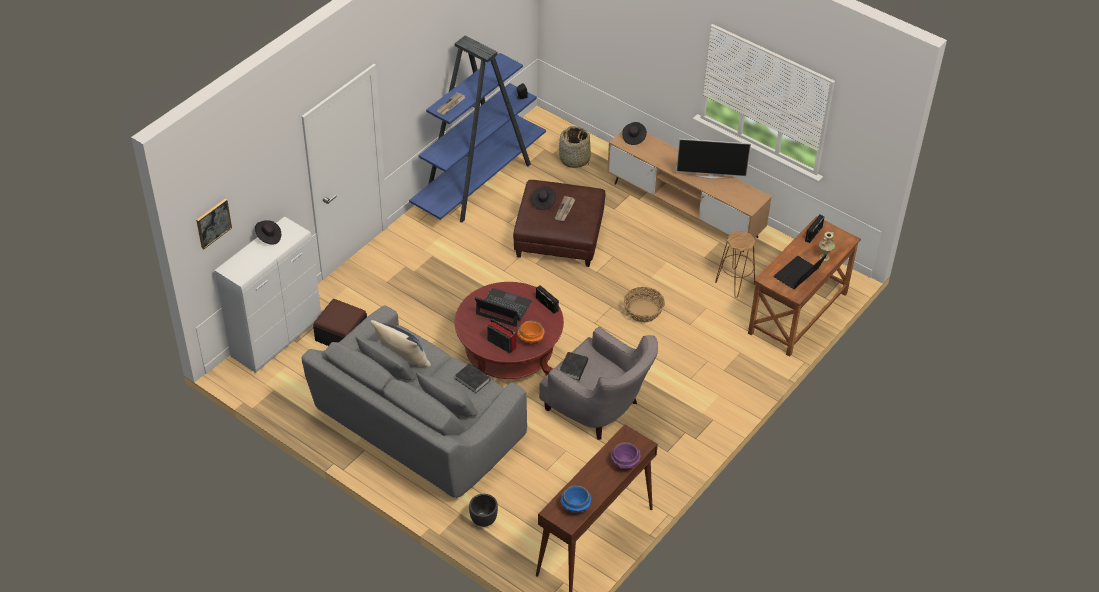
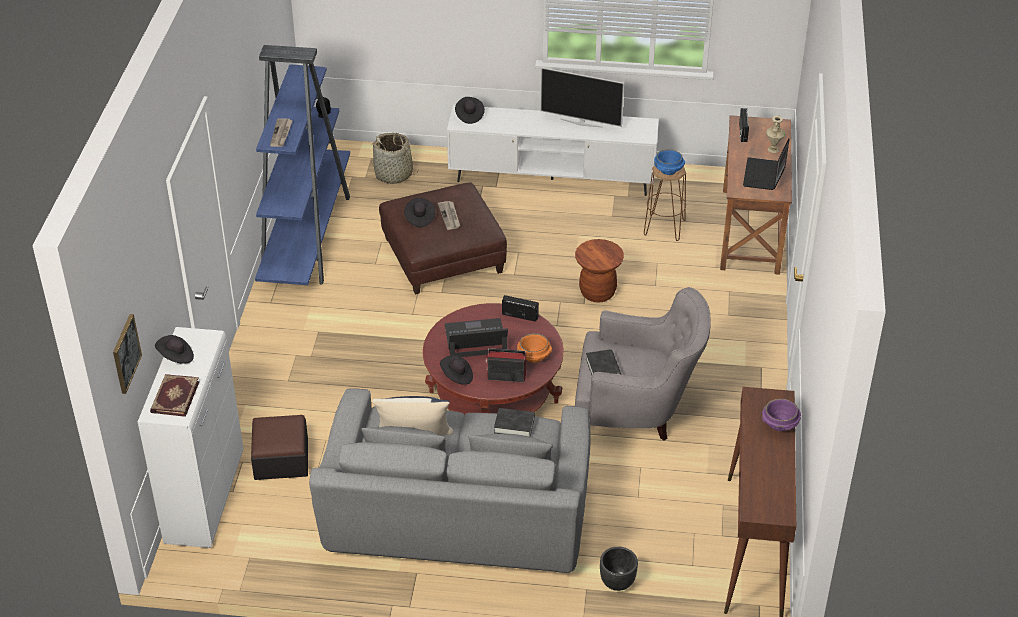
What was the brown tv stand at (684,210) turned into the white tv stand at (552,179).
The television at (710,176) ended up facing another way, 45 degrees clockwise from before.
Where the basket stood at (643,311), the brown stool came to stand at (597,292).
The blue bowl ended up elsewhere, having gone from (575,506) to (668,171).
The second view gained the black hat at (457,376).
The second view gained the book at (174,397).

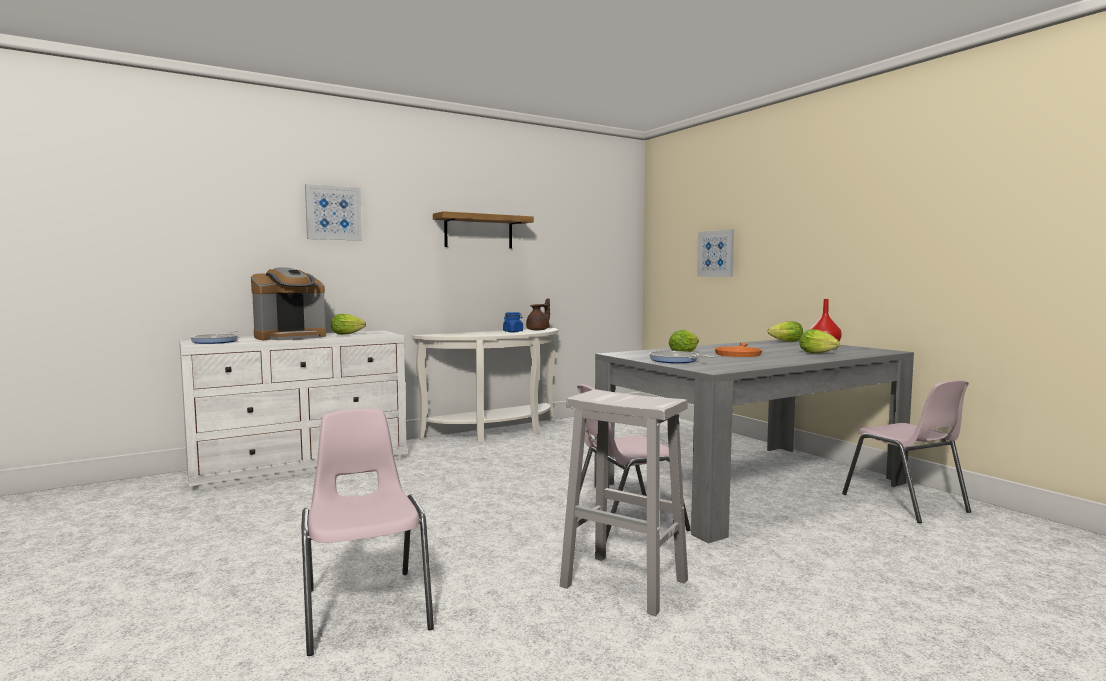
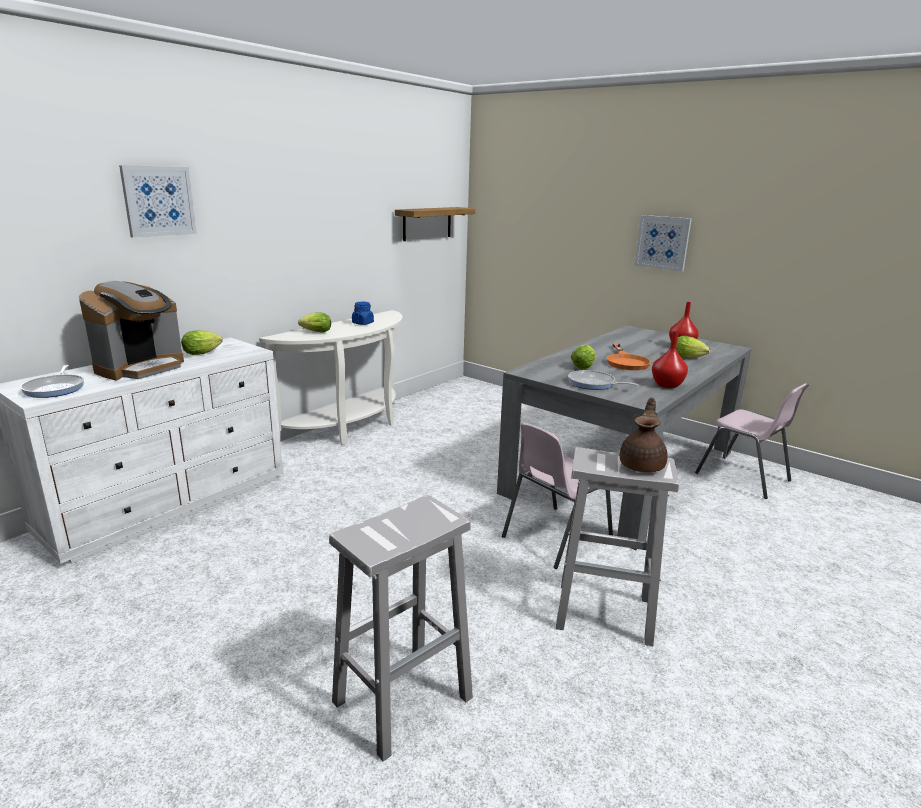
The shelf ended up elsewhere, having gone from (478,232) to (427,223).
The picture ended up elsewhere, having gone from (716,253) to (662,242).
The brown teapot ended up elsewhere, having gone from (539,330) to (642,465).
The lettuce ended up elsewhere, having gone from (784,341) to (315,332).
Where the pink chair stood at (366,608), the white stool came to stand at (404,698).
The second view gained the red vase at (668,385).

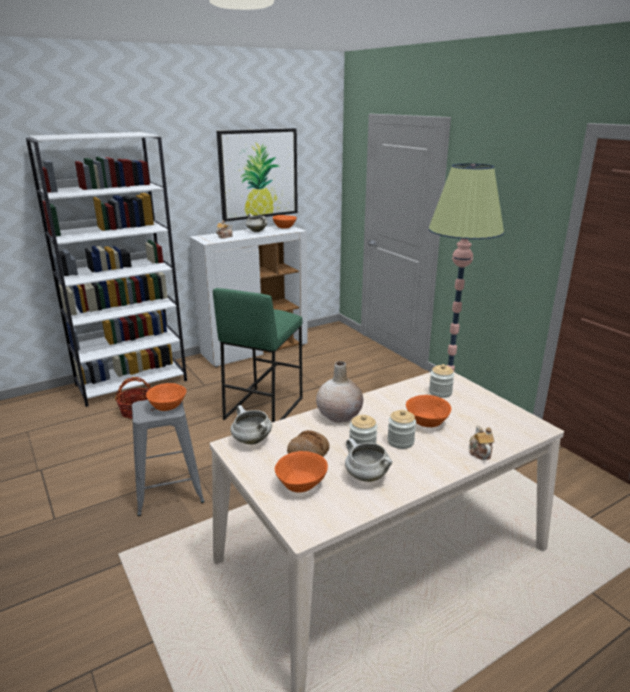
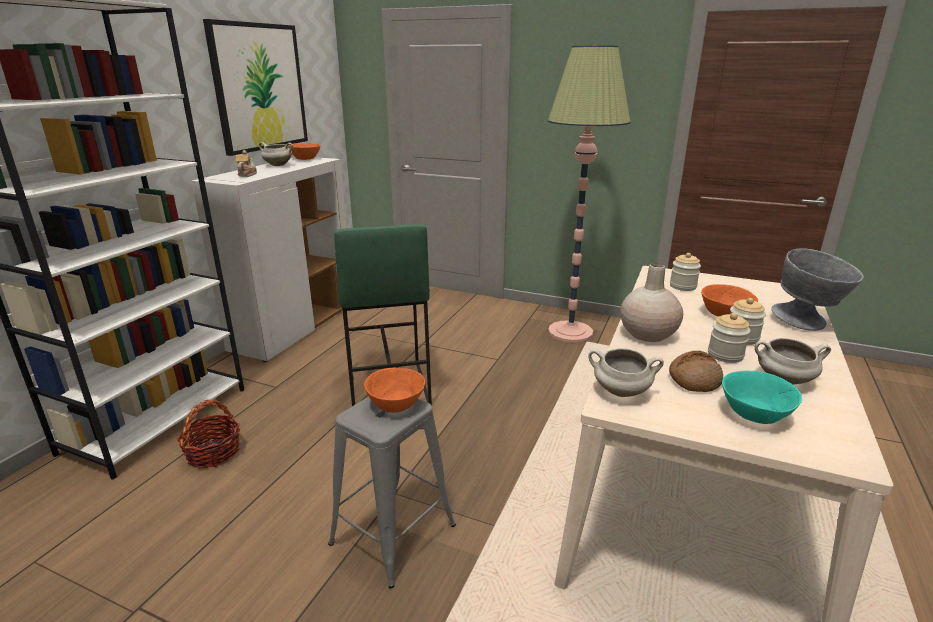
Where the teapot stood at (479,452), the grey bowl came to stand at (807,323).
What was the orange bowl at (301,484) turned into the turquoise bowl at (753,414).

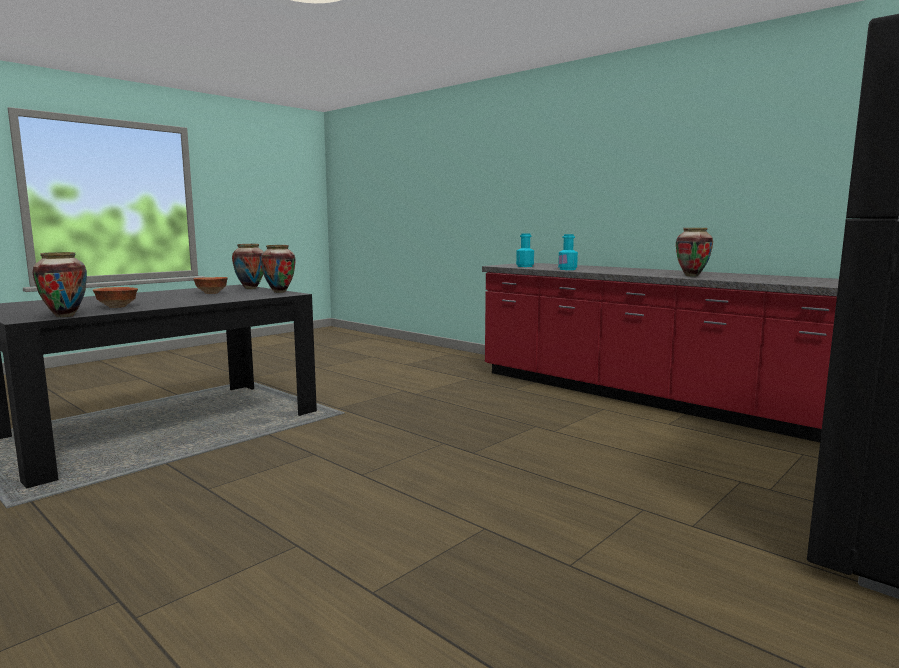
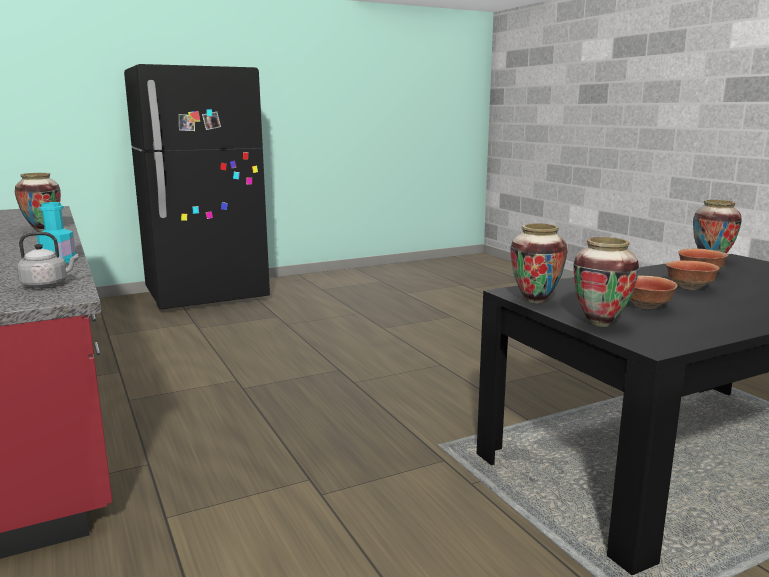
Where the turquoise bottle stood at (525,266), the grey kettle came to stand at (47,285).
The second view gained the bowl at (688,287).

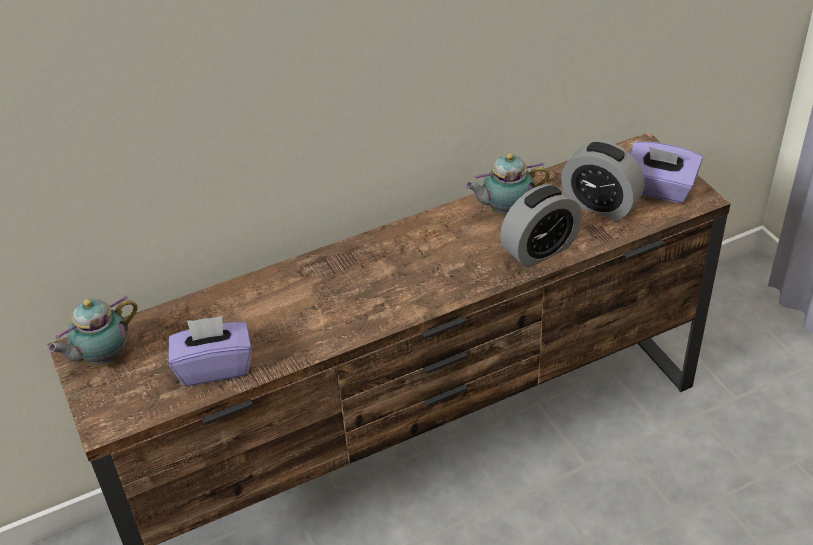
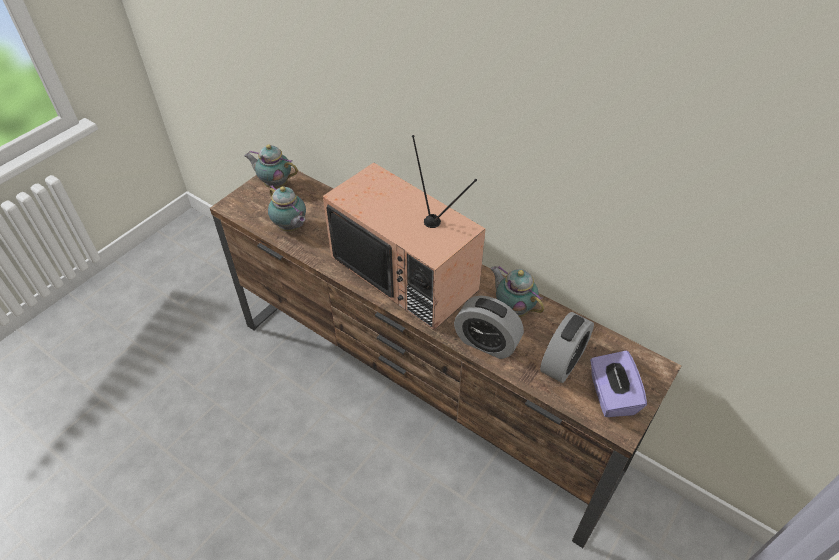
The alarm clock at (600,205) ended up facing another way, 150 degrees counterclockwise from before.
Where the purple tissue box stood at (214,367), the teapot came to stand at (291,228).
The second view gained the television at (407,273).

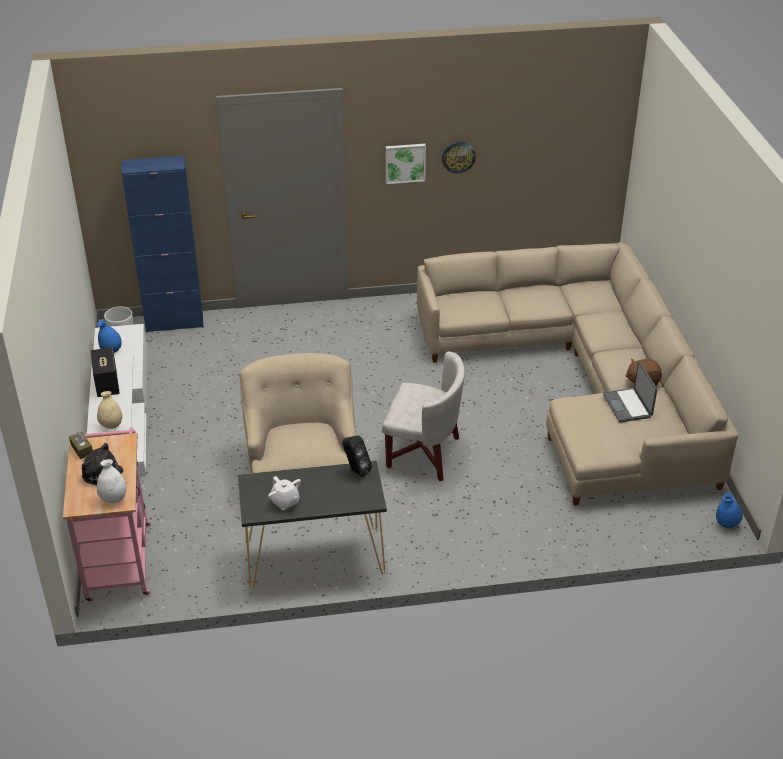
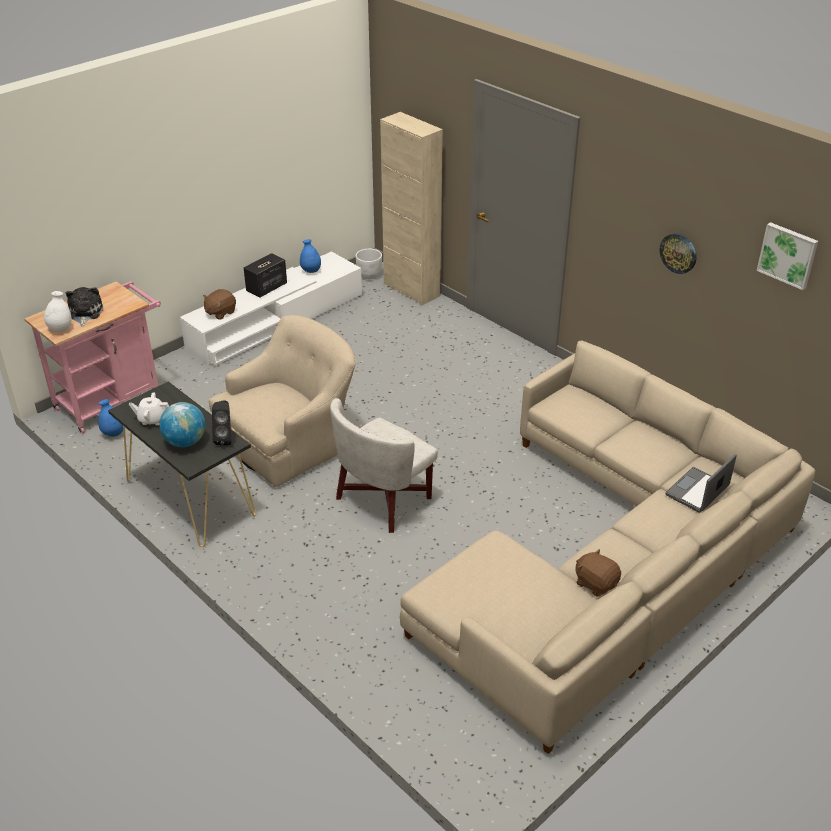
The picture ended up elsewhere, having gone from (405,162) to (788,255).
What was the blue cabinet at (174,323) turned into the beige cabinet at (411,290).
The white armchair at (424,454) ended up facing another way, 60 degrees clockwise from before.
The laptop ended up elsewhere, having gone from (628,406) to (698,491).
Where the beige vase stood at (111,425), the brown plush toy came to stand at (220,312).
The second view lost the brown tissue box at (82,449).
The white teapot at (285,502) ended up facing another way, 75 degrees clockwise from before.
The blue vase ended up elsewhere, having gone from (726,524) to (113,433).
The second view gained the globe at (185,441).

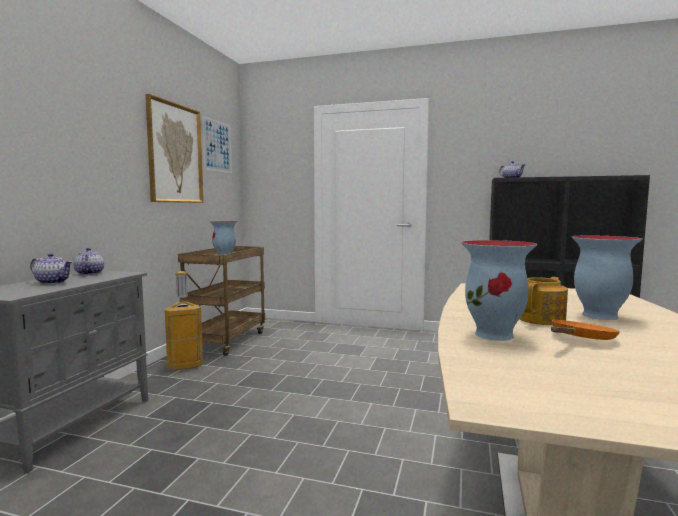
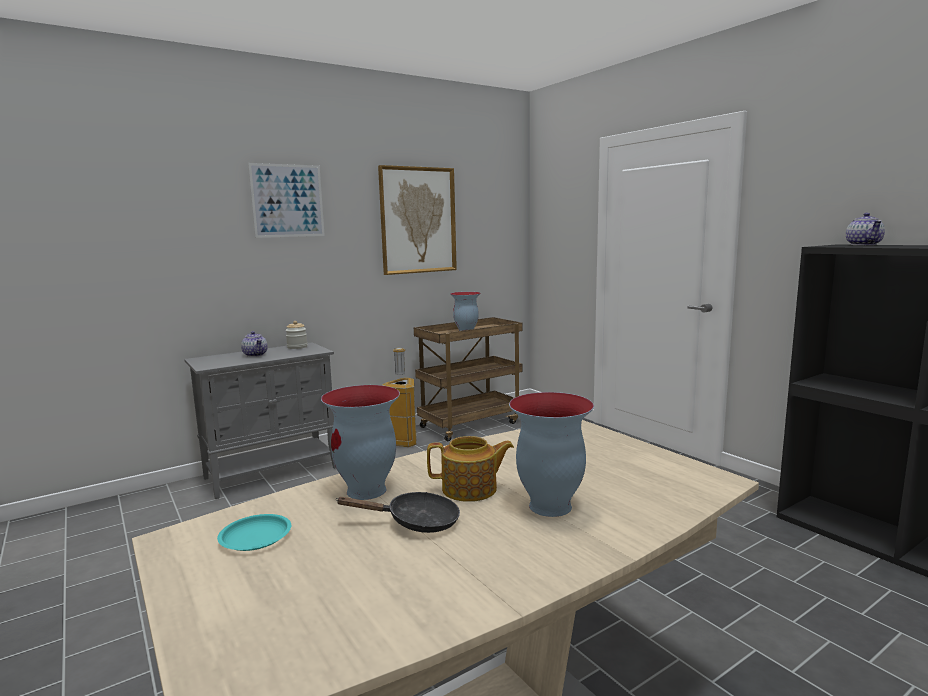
The picture ended up elsewhere, having gone from (217,146) to (287,201).
Where the teapot stood at (89,273), the jar came to stand at (297,347).
What was the orange frying pan at (580,339) turned into the black frying pan at (416,522).
The second view gained the turquoise plate at (256,537).

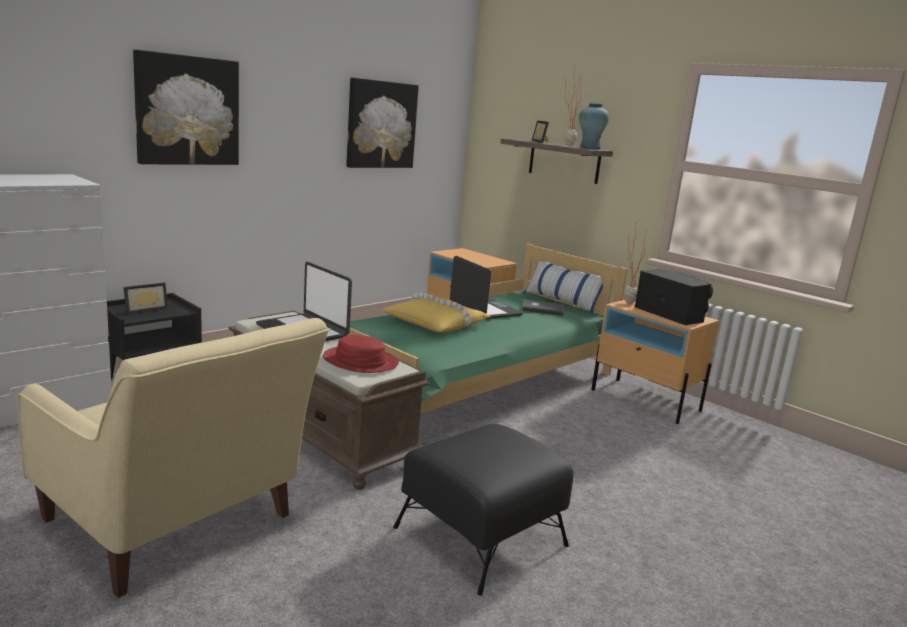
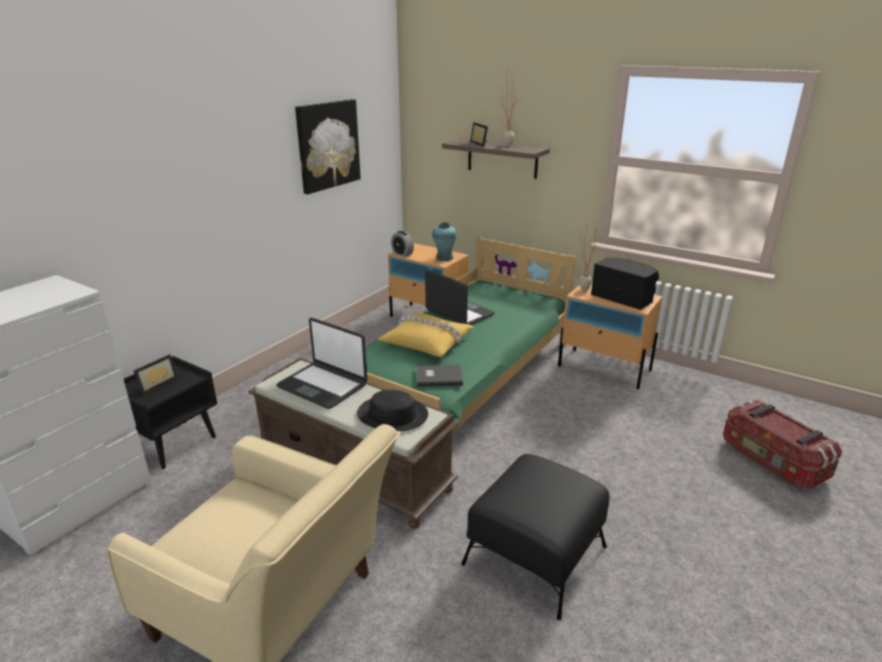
The second view lost the picture at (187,110).
The turquoise vase ended up elsewhere, having gone from (589,148) to (444,258).
The second view lost the pillow at (561,301).
The grey book ended up elsewhere, having gone from (542,309) to (438,376).
What was the red hat at (360,361) turned into the black hat at (392,415).
The second view gained the alarm clock at (402,253).
The second view gained the storage box at (771,461).

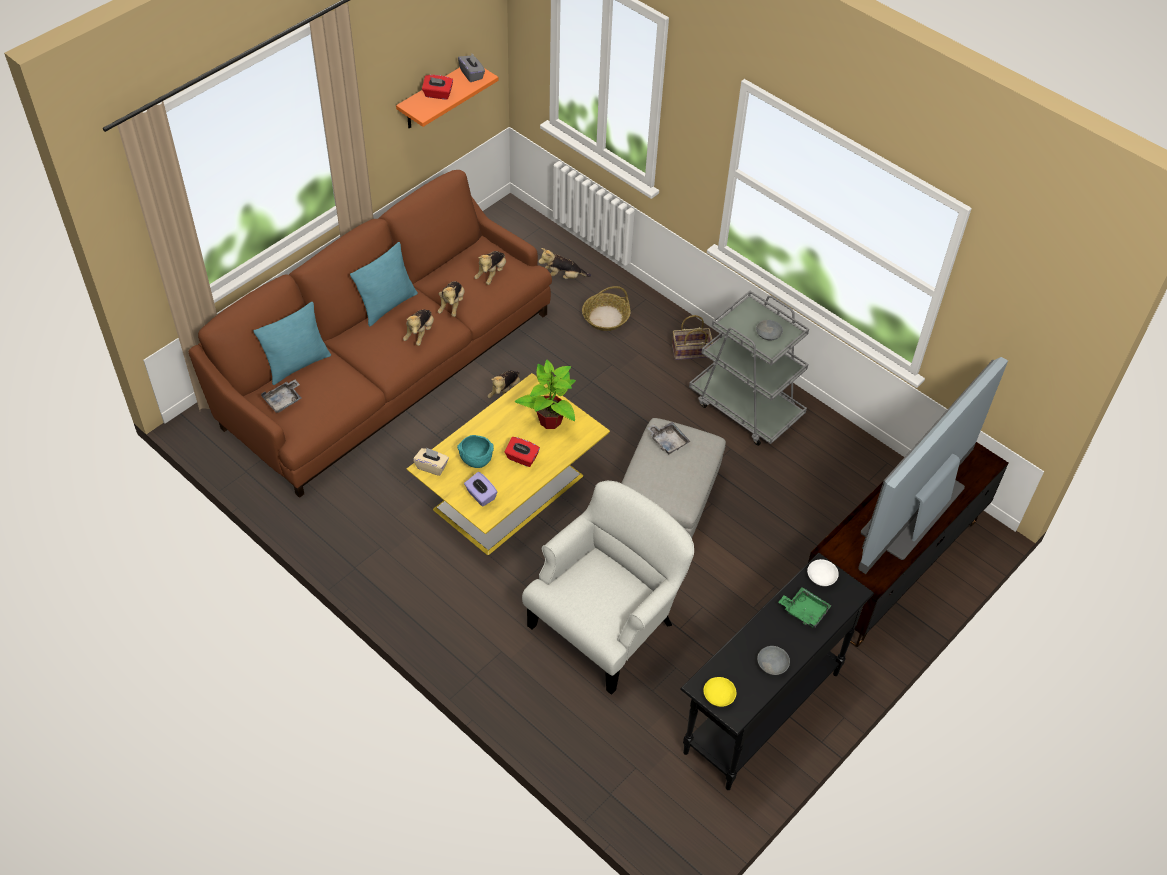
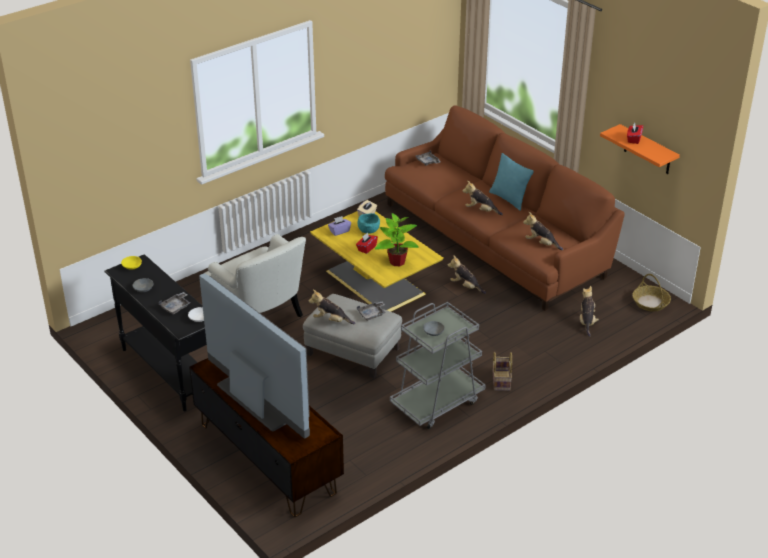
The second view lost the grey tissue box at (472,74).
The plush toy ended up elsewhere, having gone from (452,305) to (331,320).
The basket ended up elsewhere, having gone from (606,317) to (650,303).
The second view lost the turquoise pillow at (297,364).
What was the green tray at (804,611) turned into the grey tray at (176,307).

